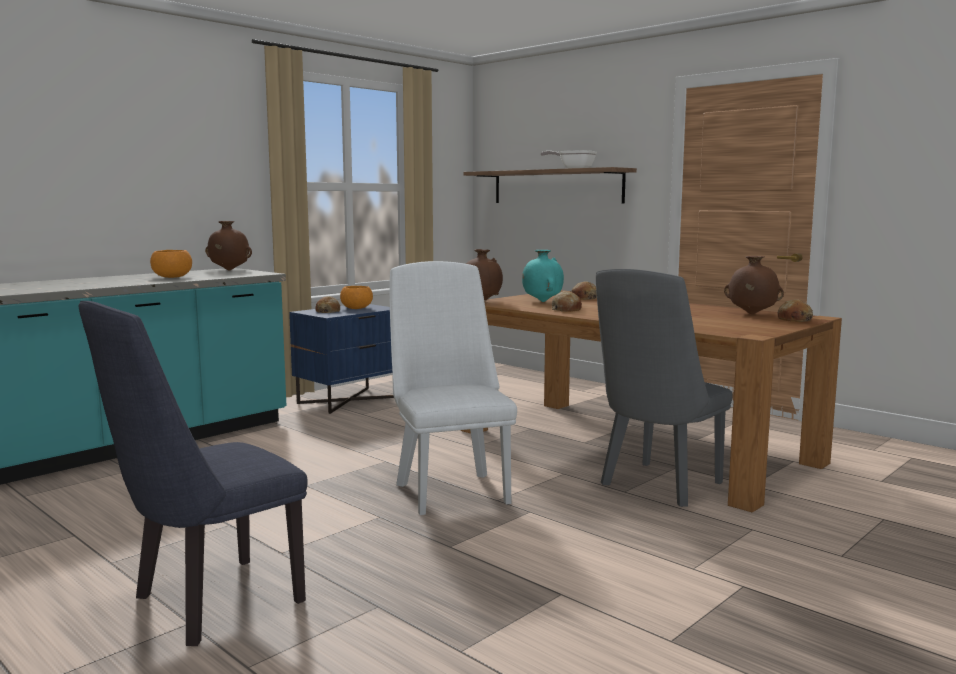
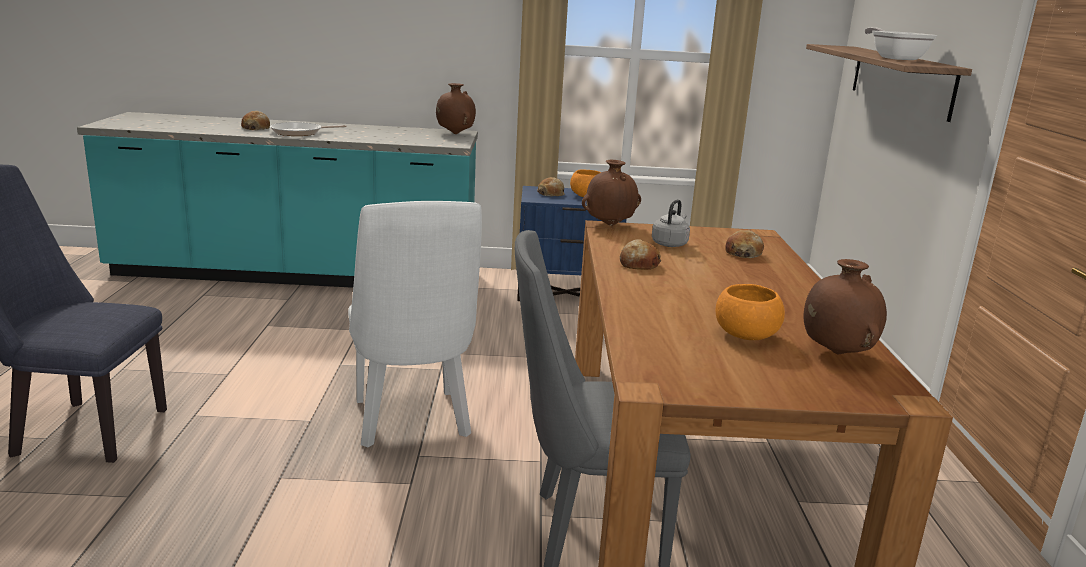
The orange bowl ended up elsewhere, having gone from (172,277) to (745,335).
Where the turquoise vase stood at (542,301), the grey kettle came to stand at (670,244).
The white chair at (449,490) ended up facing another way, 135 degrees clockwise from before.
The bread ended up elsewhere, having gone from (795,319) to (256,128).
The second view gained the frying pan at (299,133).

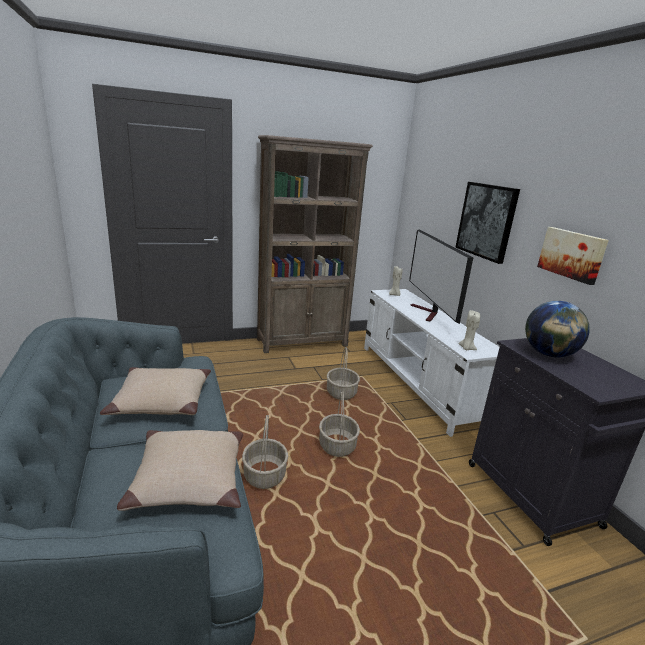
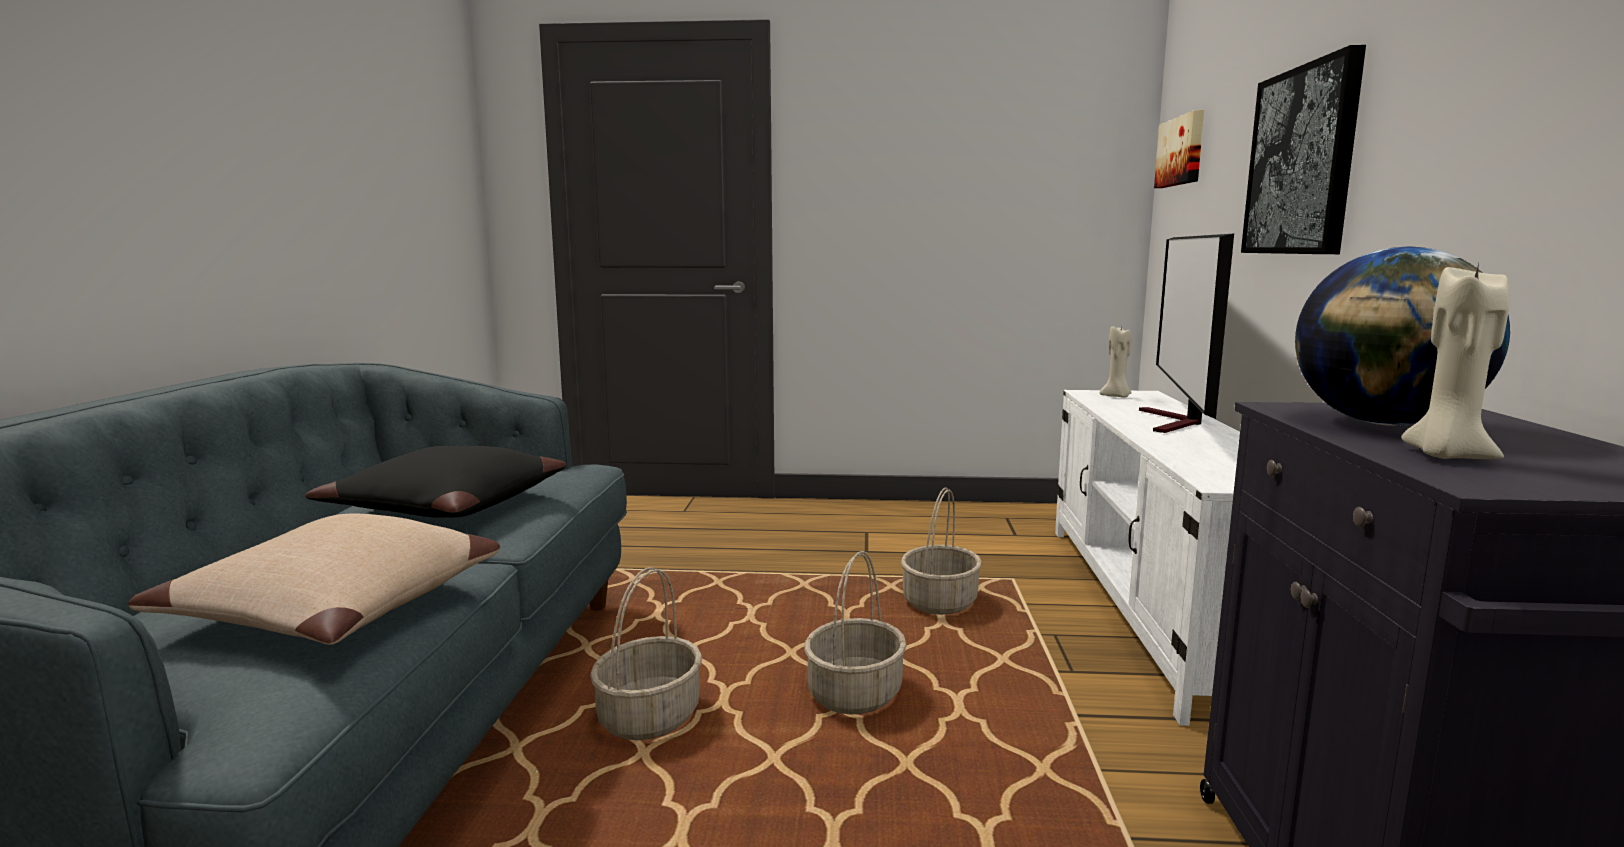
The second view lost the brown bookcase at (303,342).
The picture ended up elsewhere, having gone from (572,254) to (1182,151).
The beige candle ended up elsewhere, having gone from (466,348) to (1446,456).
What was the beige pillow at (161,401) turned into the black pillow at (445,505).

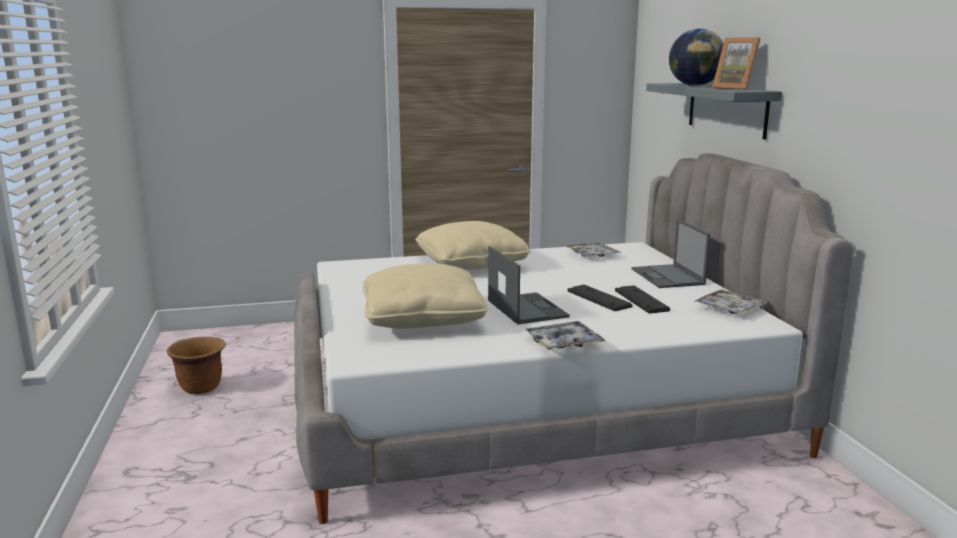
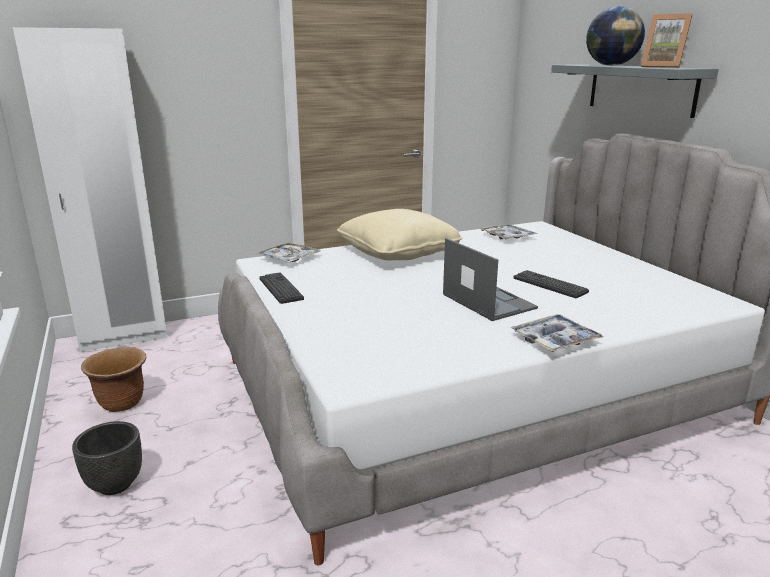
The second view lost the laptop at (668,277).
The second view lost the beige pillow at (422,319).
The keyboard ended up elsewhere, having gone from (641,300) to (280,288).
The tray ended up elsewhere, having gone from (730,309) to (289,258).
The second view gained the white wardrobe at (124,338).
The second view gained the black planter at (114,485).

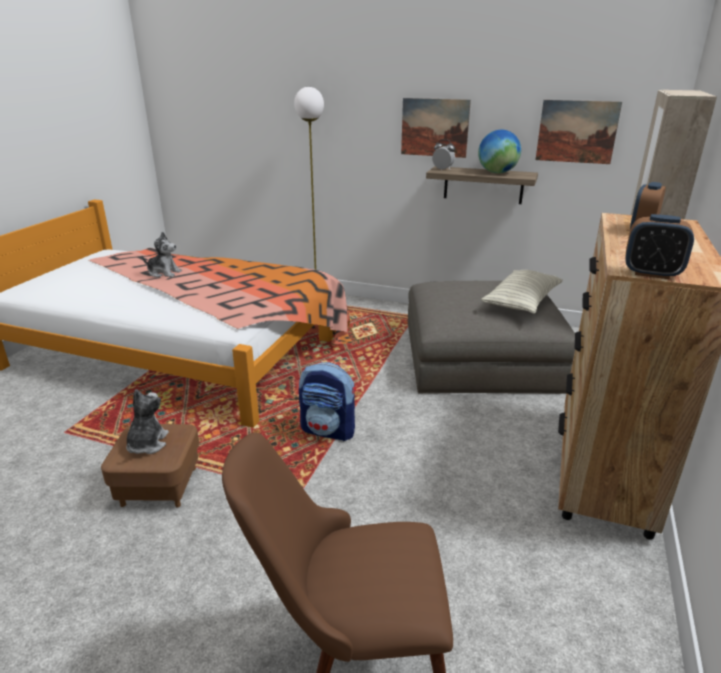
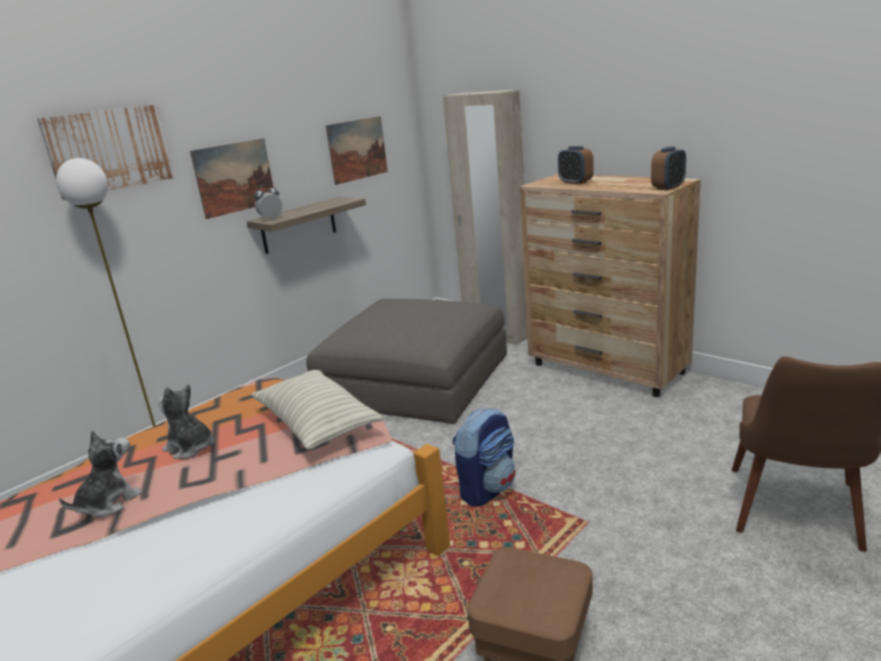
The second view lost the globe at (497,173).
The pillow ended up elsewhere, having gone from (521,303) to (317,424).
The plush toy ended up elsewhere, having gone from (147,444) to (191,448).
The second view gained the picture at (109,150).

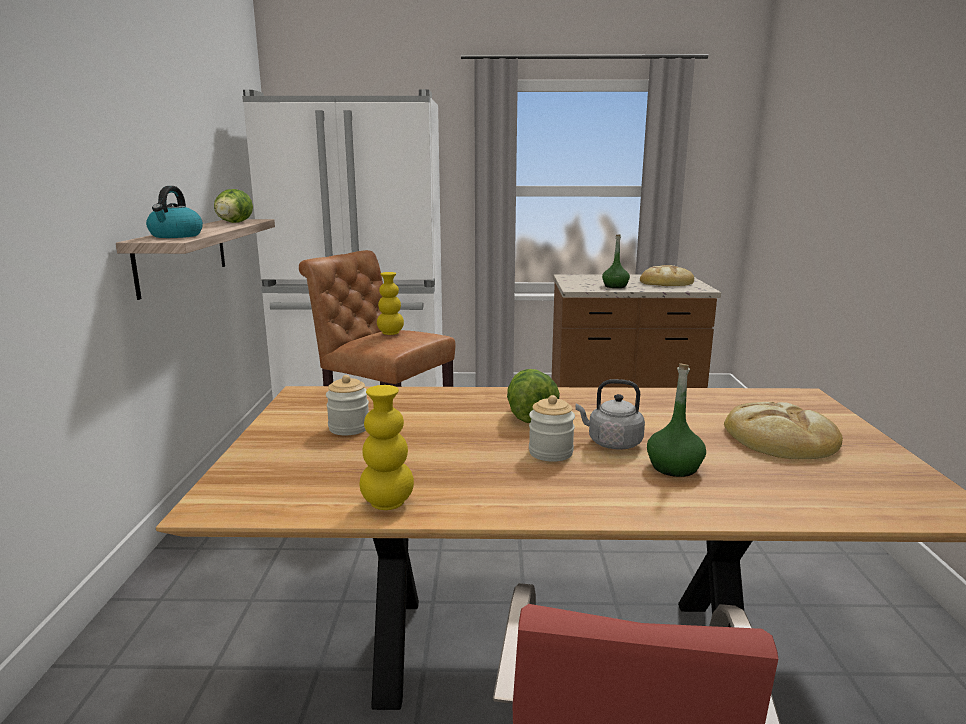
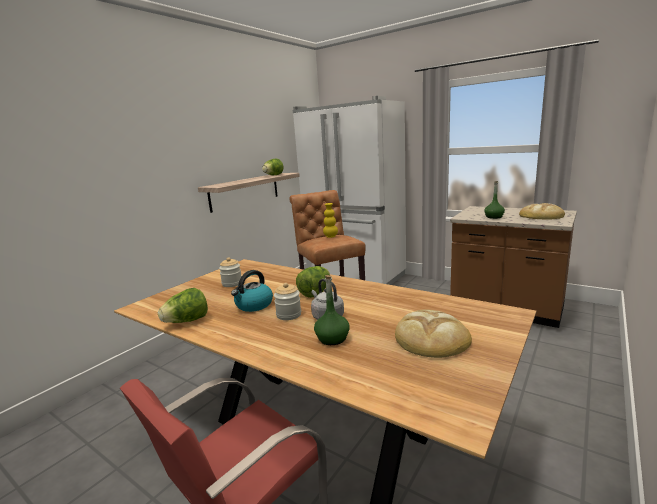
The kettle ended up elsewhere, having gone from (176,236) to (254,305).
Where the yellow vase stood at (387,503), the lettuce came to stand at (187,321).

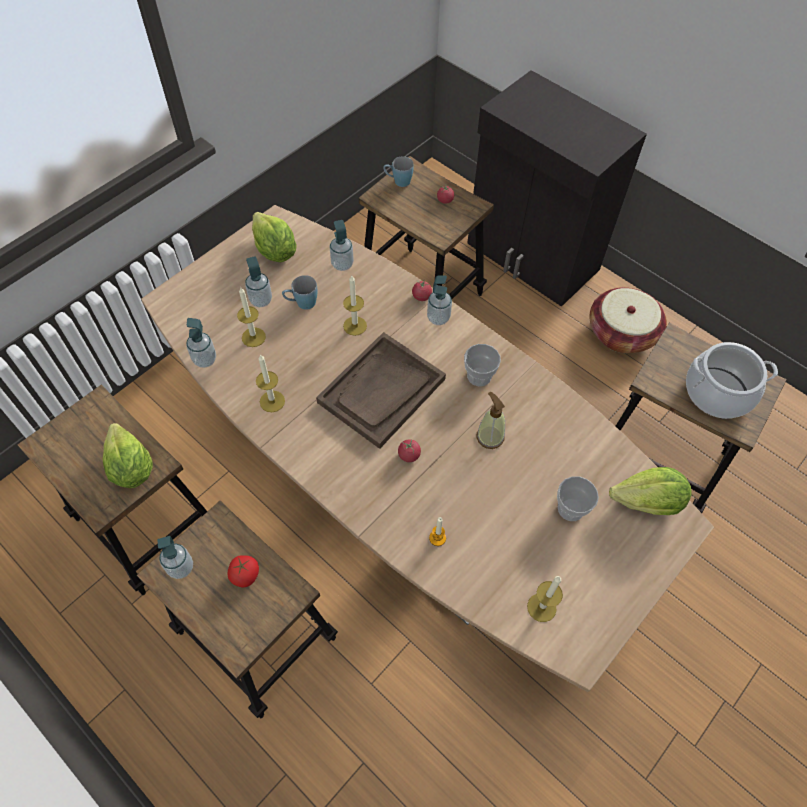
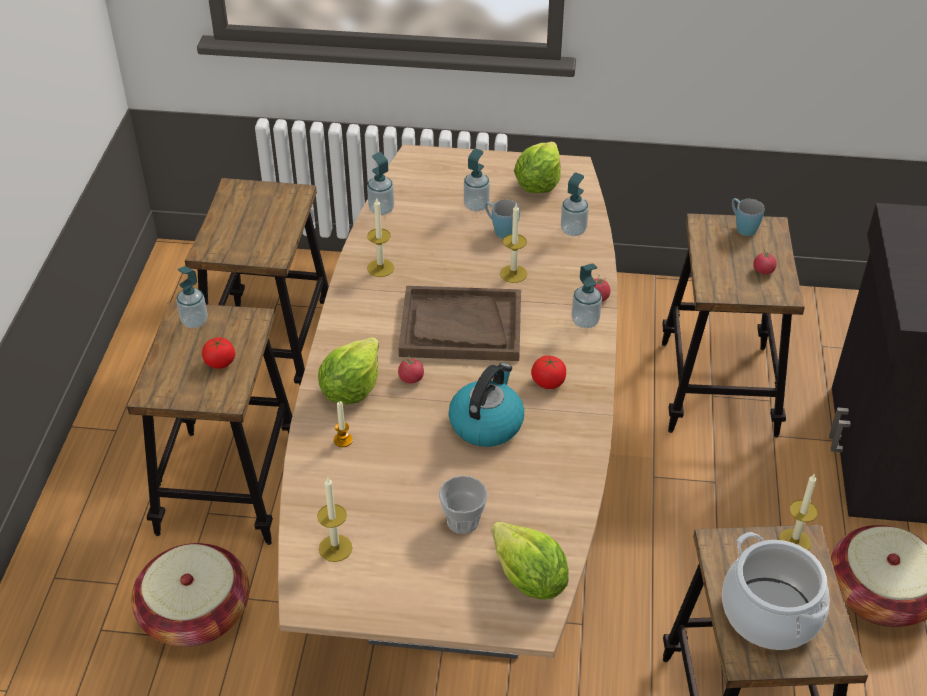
The candle ended up elsewhere, having gone from (253,337) to (794,541).
Where the cup stood at (479,376), the tomato came to stand at (548,382).
Where the soap dispenser stood at (490,437), the kettle came to stand at (486,423).
The lettuce ended up elsewhere, having gone from (131,468) to (351,389).
The second view gained the basket at (196,613).

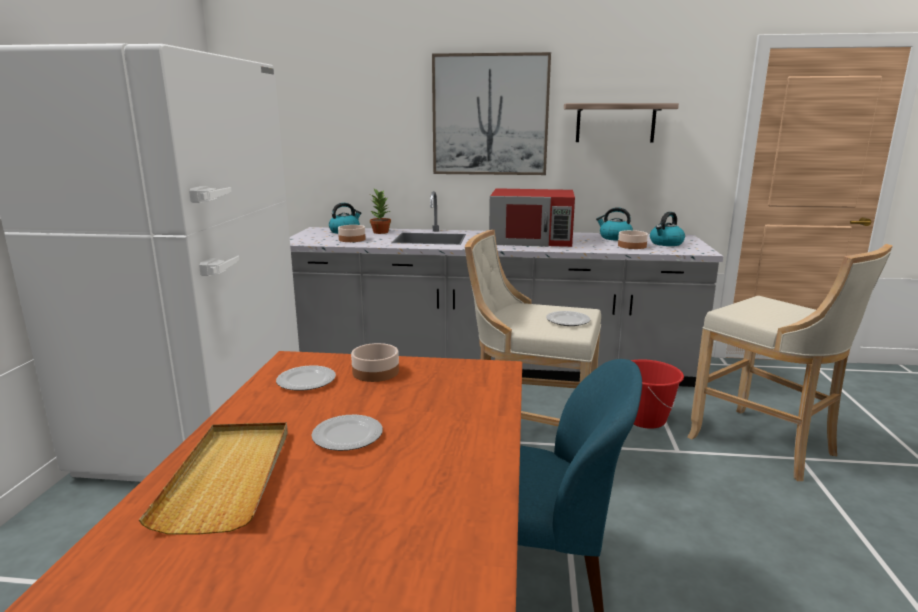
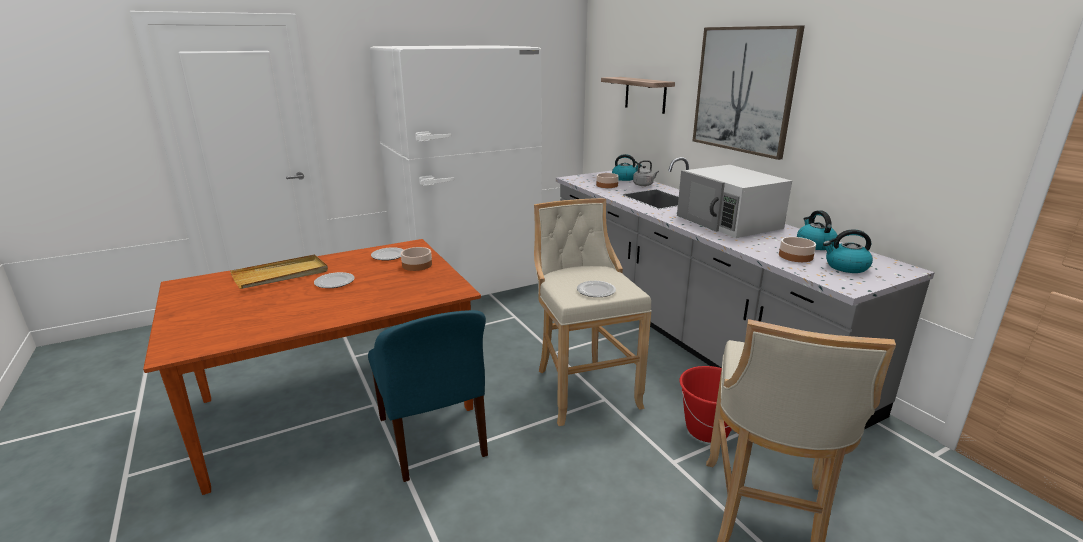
The shelf ended up elsewhere, having gone from (615,123) to (645,94).
What was the red microwave at (532,239) turned into the white microwave at (729,222).
Where the potted plant stood at (380,232), the grey kettle came to stand at (644,185).

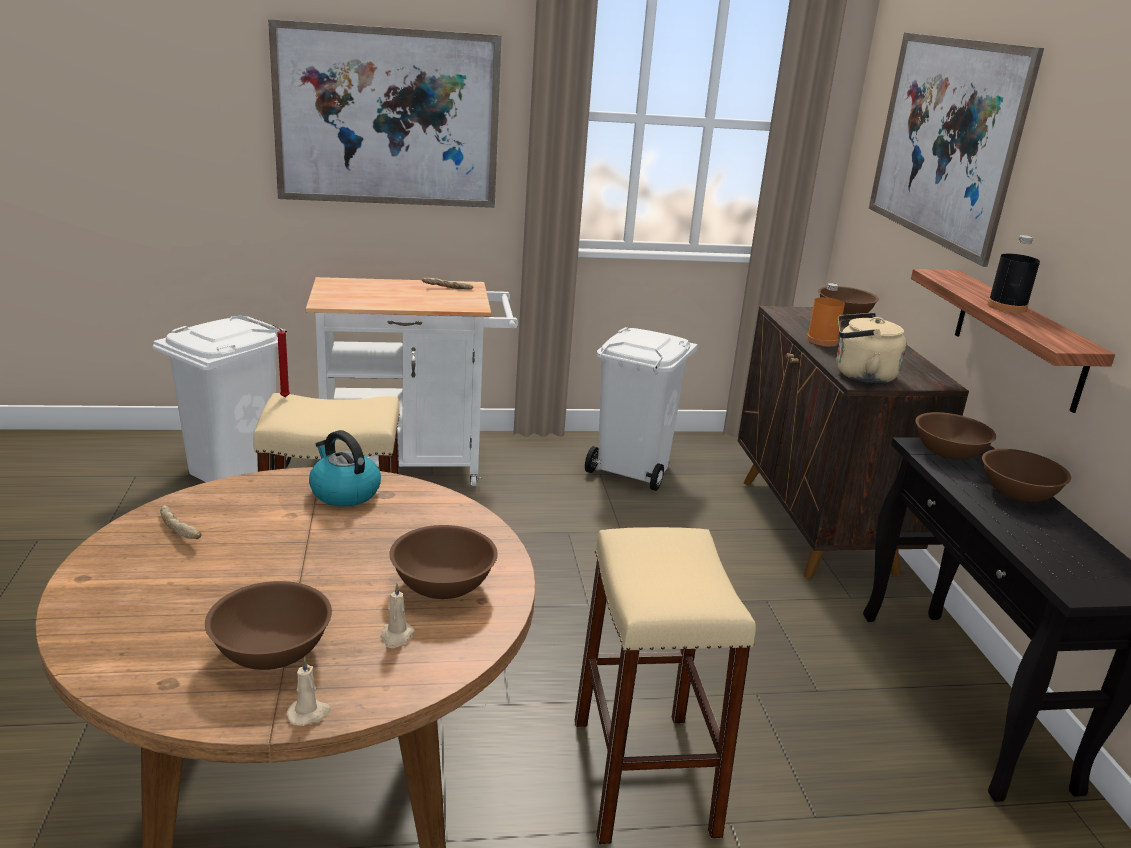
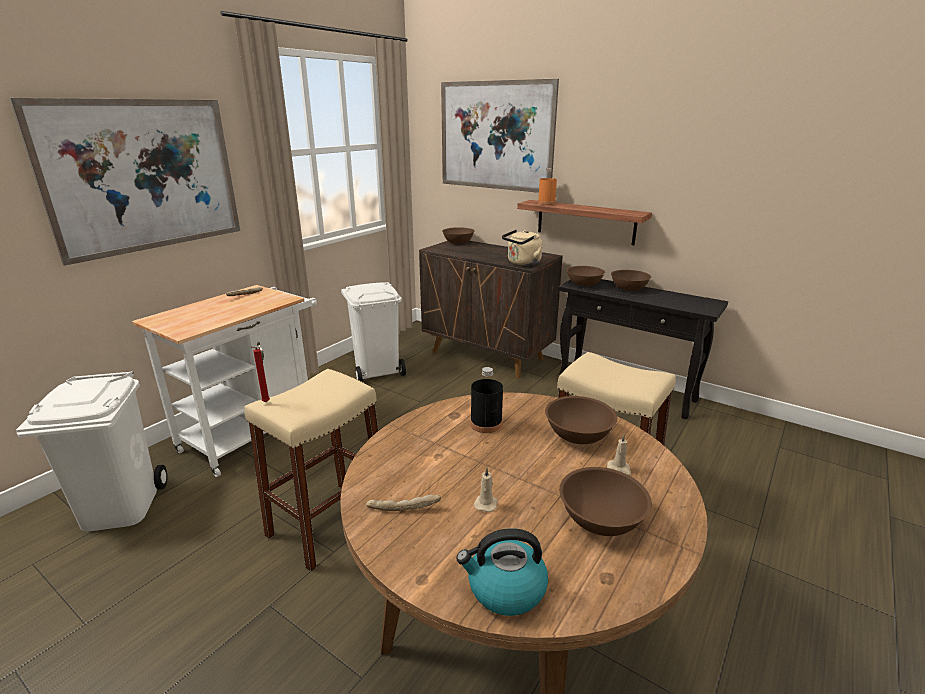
The black bottle ended up elsewhere, having gone from (1007,307) to (486,424).
The orange bottle ended up elsewhere, having gone from (822,341) to (546,203).
The kettle ended up elsewhere, having gone from (344,492) to (505,589).
The beige candle ended up elsewhere, having gone from (309,713) to (486,503).

